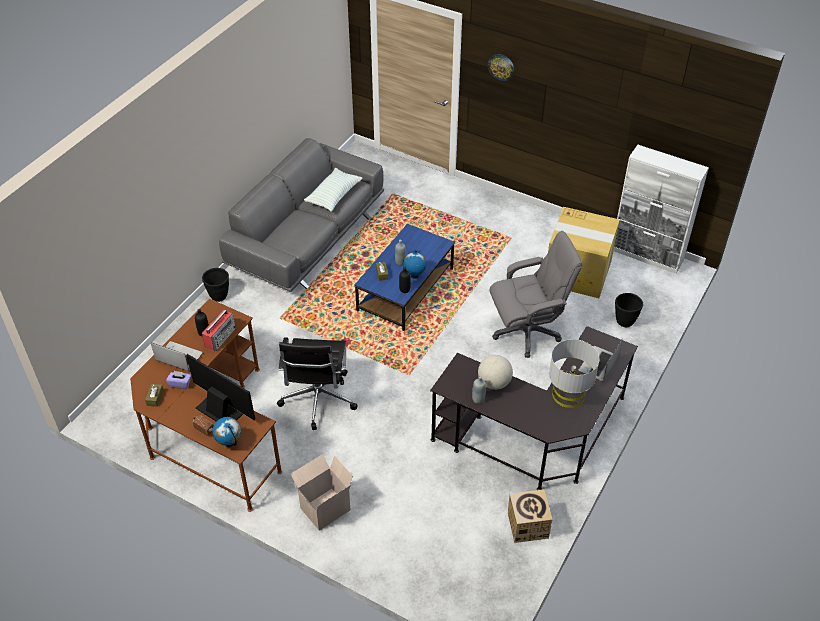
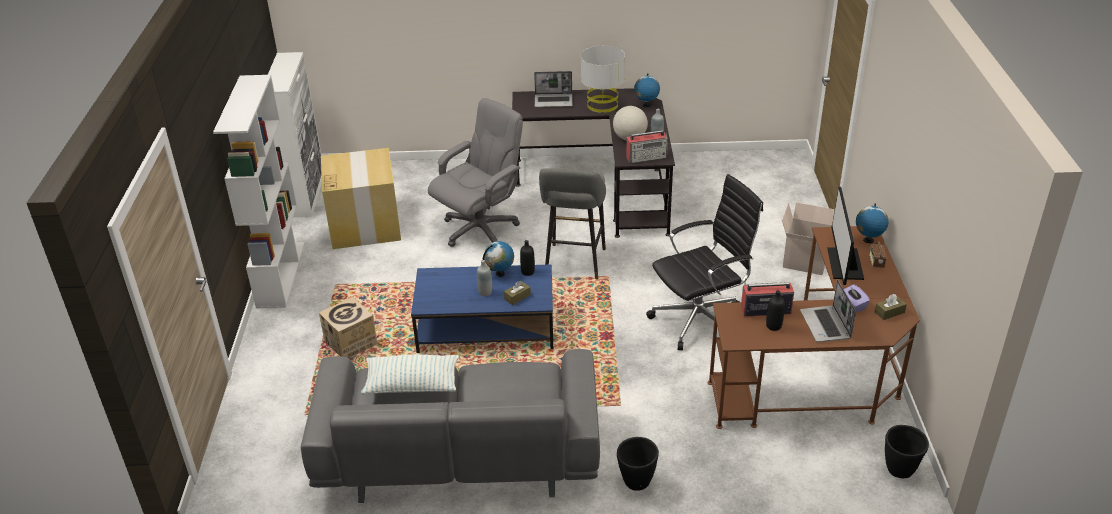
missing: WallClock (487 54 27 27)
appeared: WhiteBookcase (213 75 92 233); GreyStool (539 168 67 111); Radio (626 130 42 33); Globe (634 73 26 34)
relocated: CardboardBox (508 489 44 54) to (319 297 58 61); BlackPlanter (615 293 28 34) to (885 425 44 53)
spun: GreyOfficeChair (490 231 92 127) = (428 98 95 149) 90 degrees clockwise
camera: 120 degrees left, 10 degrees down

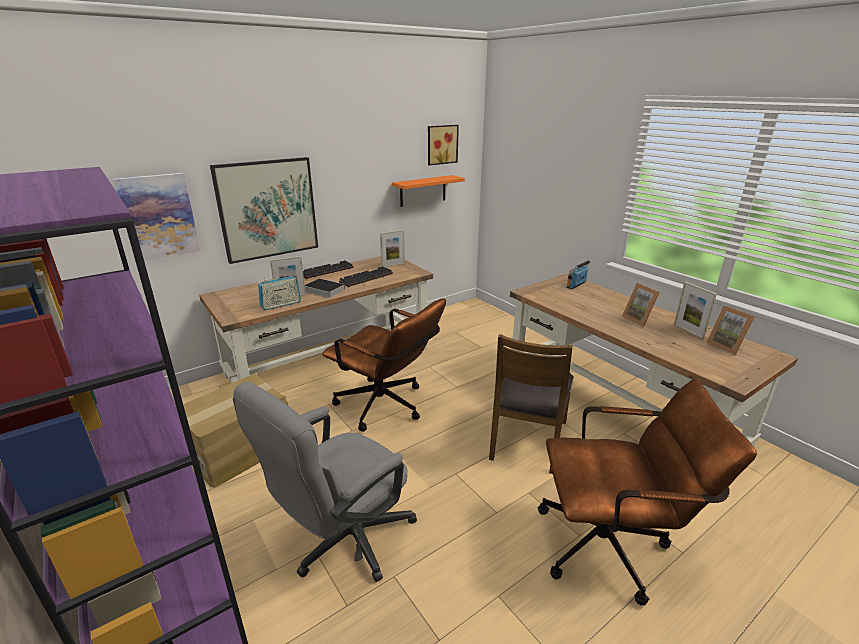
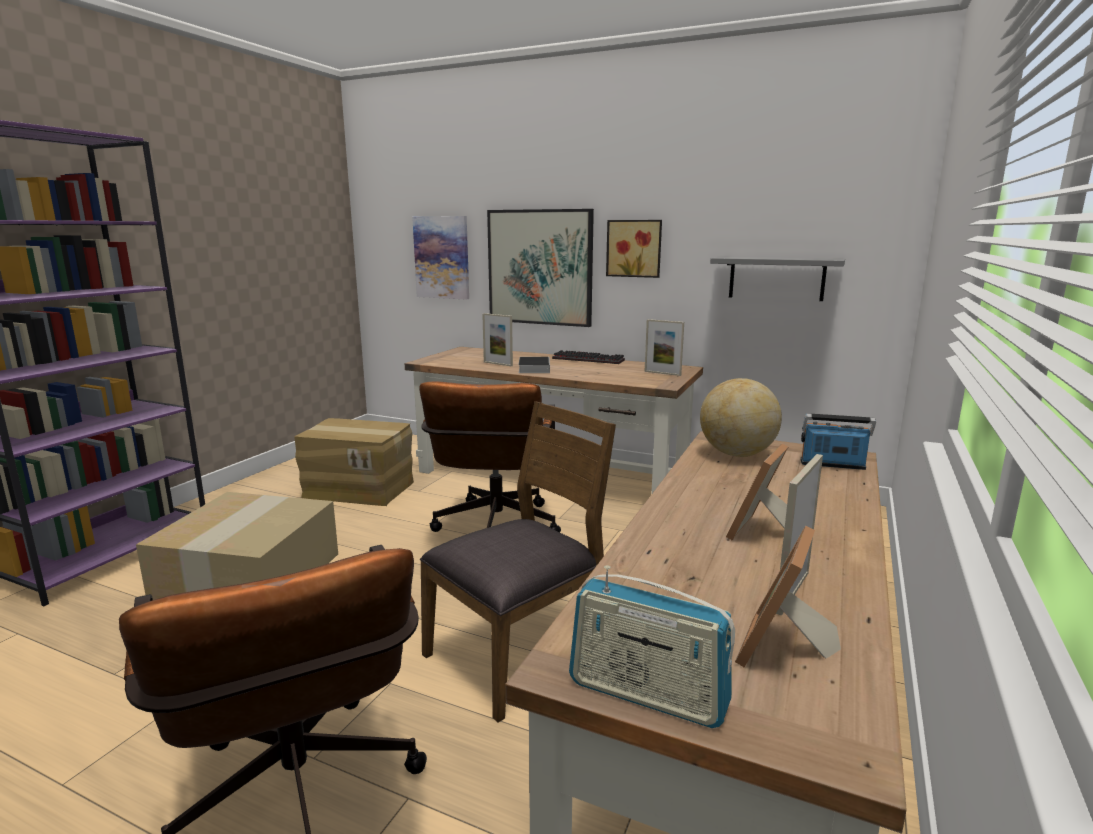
missing: Keyboard (339 266 54 21)
appeared: Globe (700 378 82 79)
relocated: Radio (258 276 43 34) to (569 565 166 163); Picture (428 125 31 41) to (606 220 56 58)
exchanged: GreyOfficeChair (233 382 184 200) to CardboardBox (136 492 202 108)
colour: OrangeShelf (392 175 73 32) to GreyShelf (710 257 135 44)
spun: BrownChair (489 334 85 140) = (420 401 196 321) 150 degrees clockwise
camera: 60 degrees right, 10 degrees down

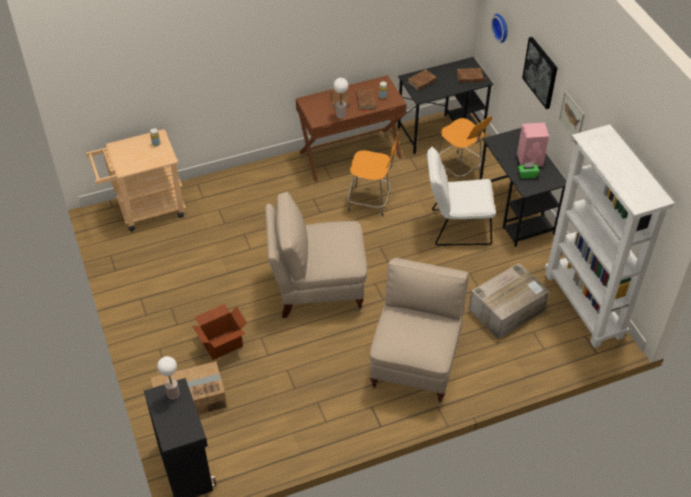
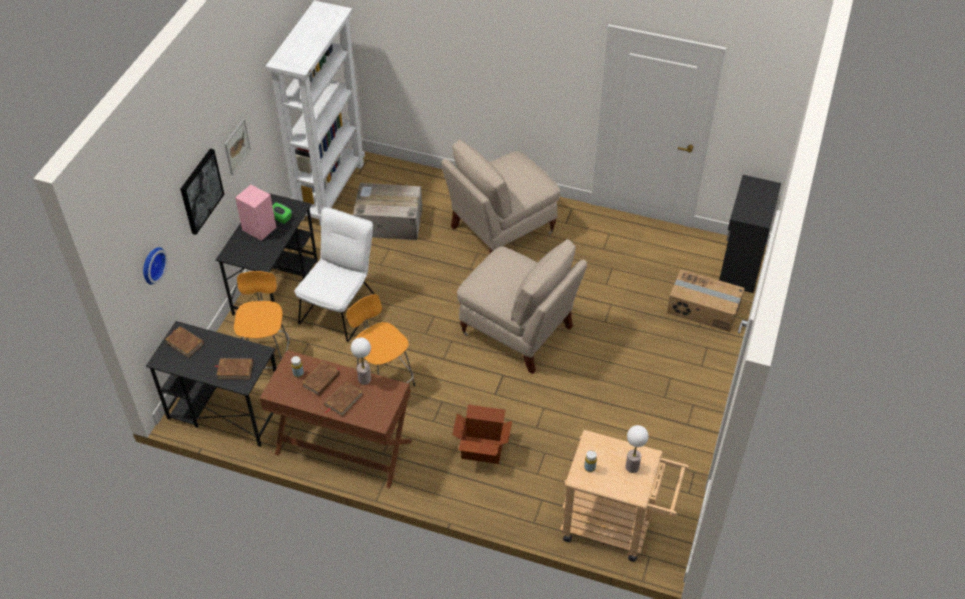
relocated: CardboardBox (192 304 55 56) to (452 405 60 59); TableLamp (157 356 23 44) to (625 425 24 48)
spun: WhiteChair (427 146 69 100) = (294 207 80 135) 105 degrees counterclockwise
camera: 140 degrees left, 0 degrees up

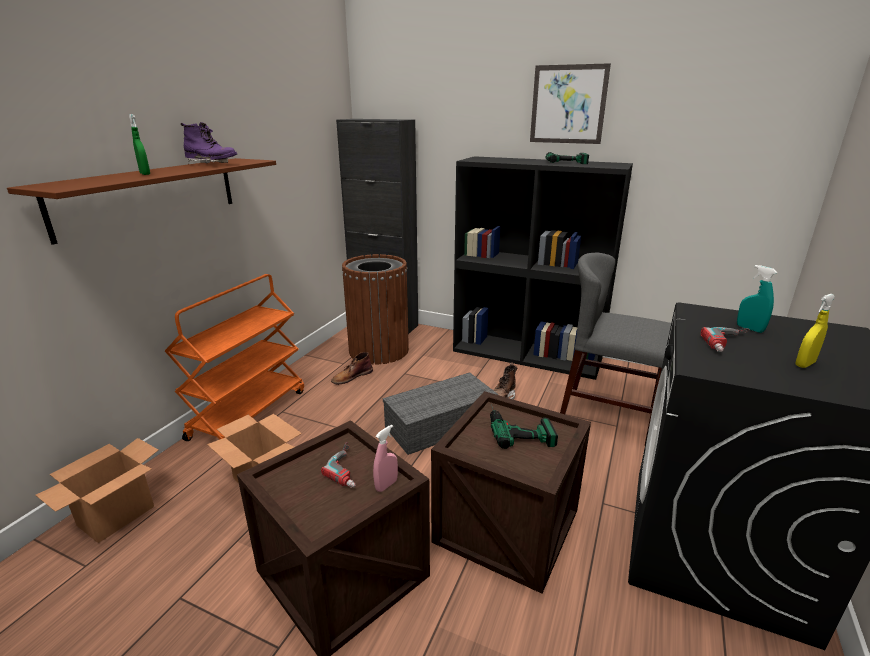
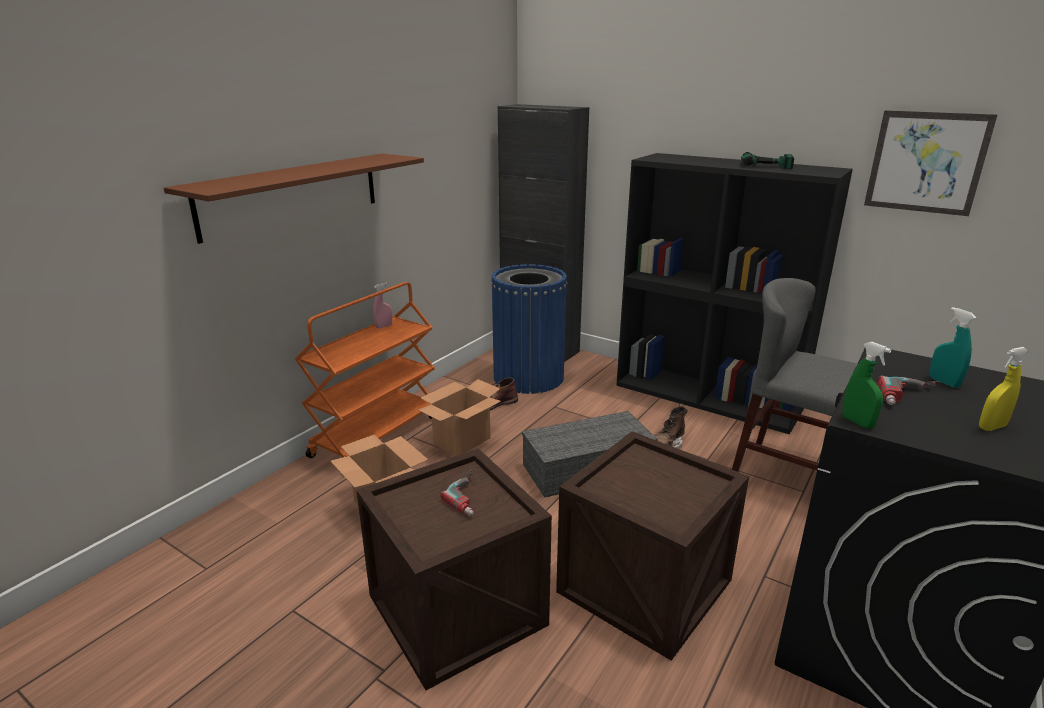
missing: PurpleBoot (180 122 57 42); PowerDrill (490 405 68 44)
relocated: PinkSprayBottle (373 425 25 67) to (373 282 19 47); CardboardBox (36 438 122 105) to (418 379 83 77); GreenSprayBottle (129 114 21 61) to (843 342 48 86); Picture (530 63 81 81) to (864 110 133 106)
colour: BrownTrashCan (342 254 67 111) to BlueTrashCan (491 264 76 130)
camera: 10 degrees right, 0 degrees up

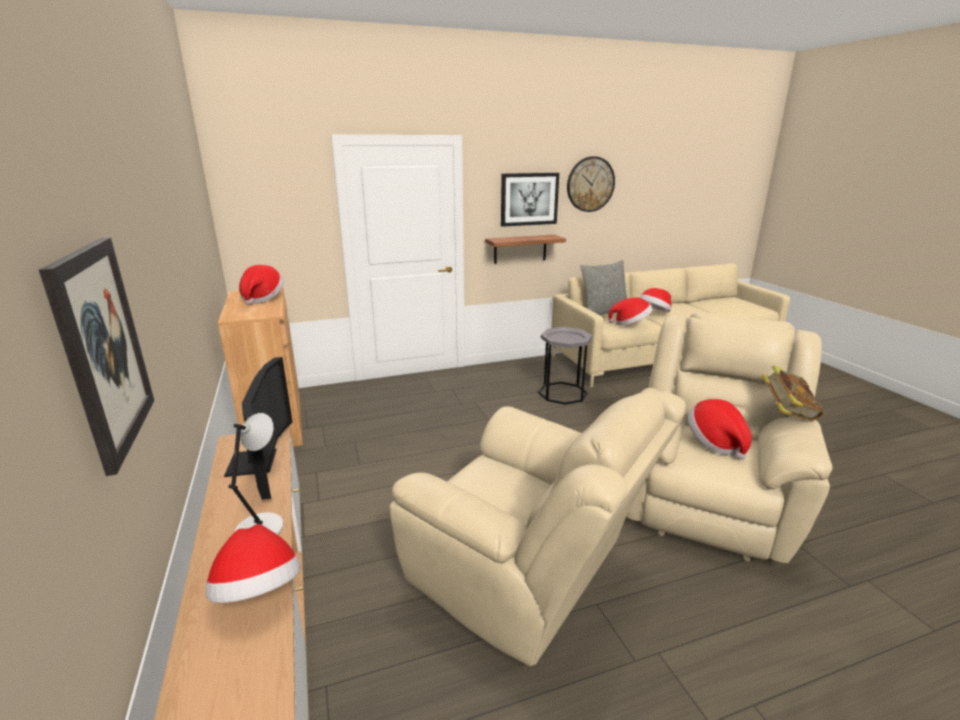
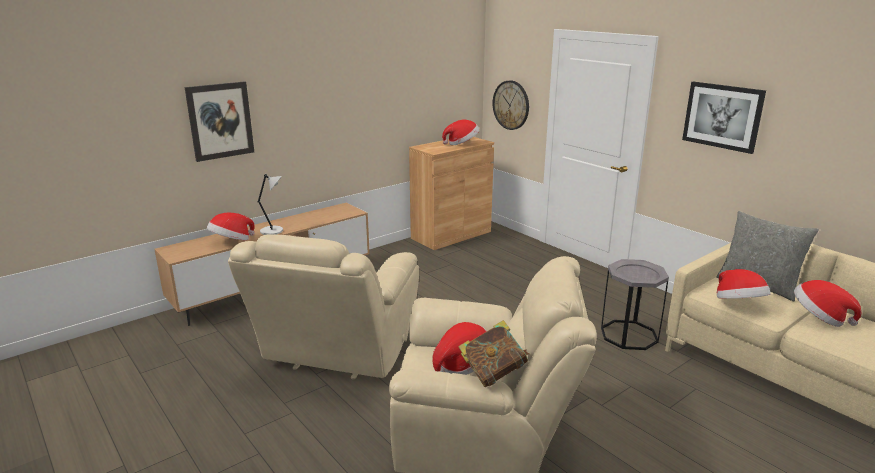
missing: Television (224 357 69 143); Shelf (485 235 81 29)
relocated: WallClock (567 156 48 56) to (493 80 36 50)
camera: 70 degrees right, 0 degrees up

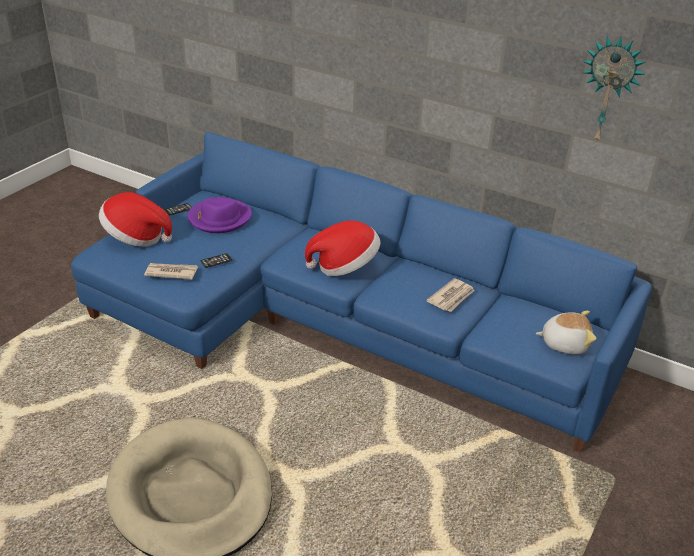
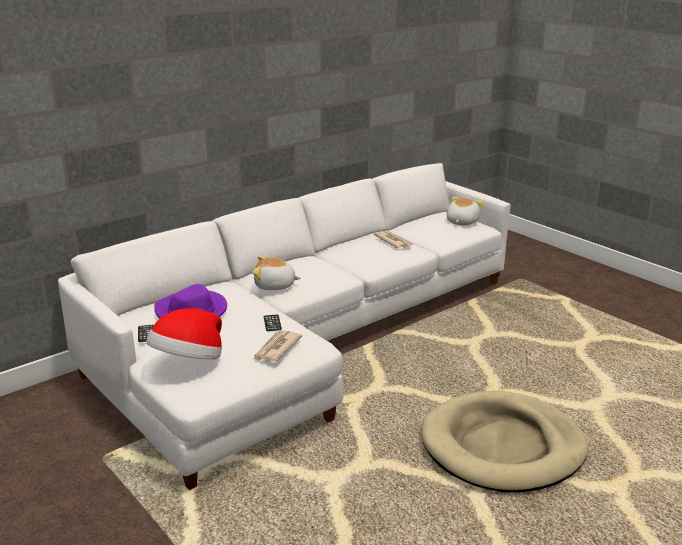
missing: Hat (305 220 75 56); WallClock (583 36 63 108)
appeared: PlushToy (252 256 49 34)
colour: BlueSofa (71 132 581 321) to WhiteSofa (58 163 453 327)
camera: 70 degrees left, 10 degrees down

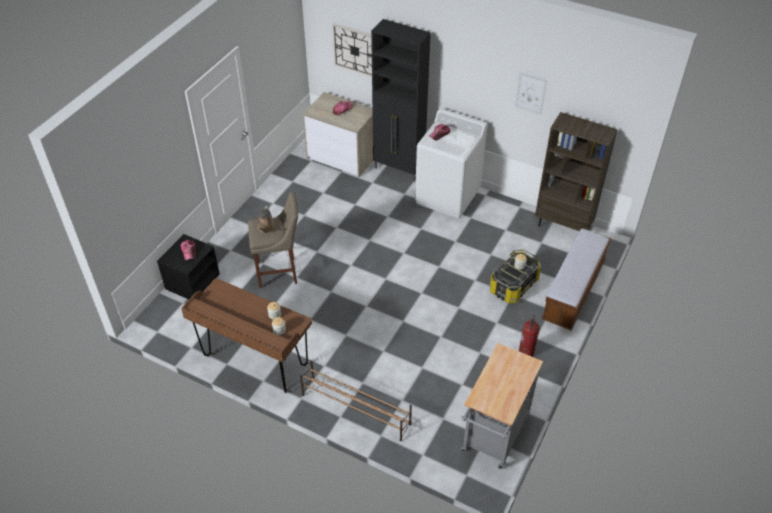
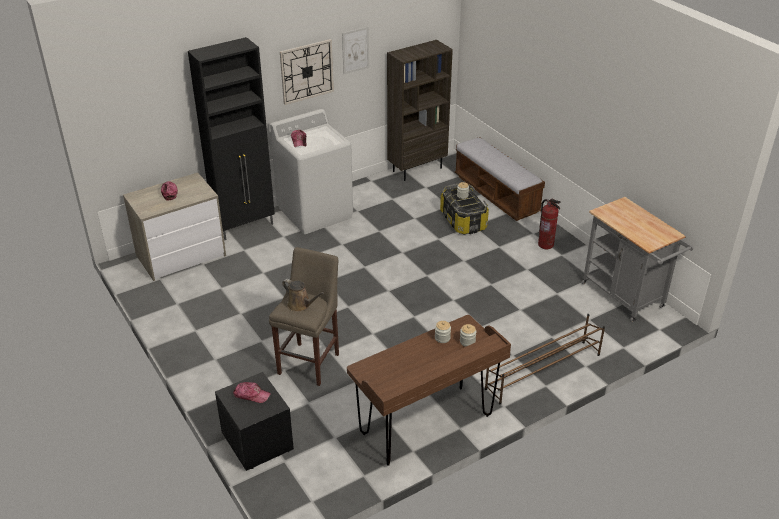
relocated: WallClock (332 23 40 54) to (280 39 54 66)
camera: 60 degrees left, 10 degrees down

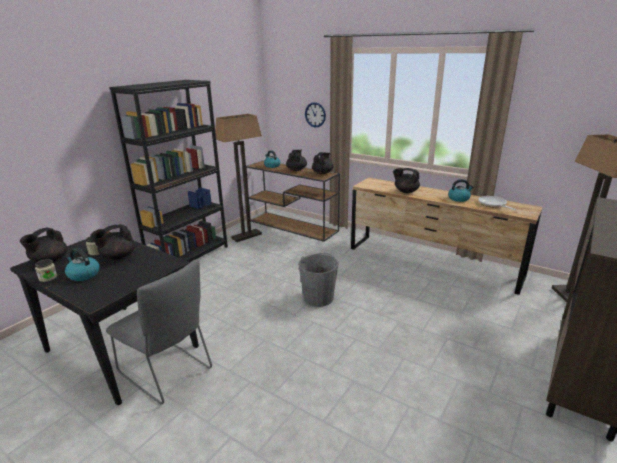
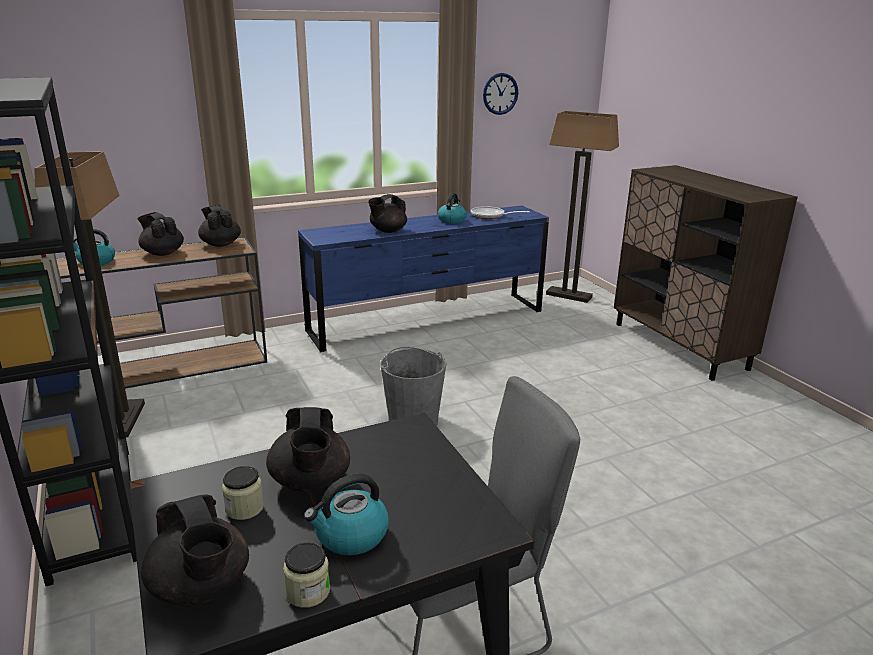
relocated: WallClock (305 102 21 25) to (483 73 35 42)
colour: BrownDresser (351 178 191 117) to BlueDresser (298 206 251 146)
camera: 60 degrees left, 0 degrees up

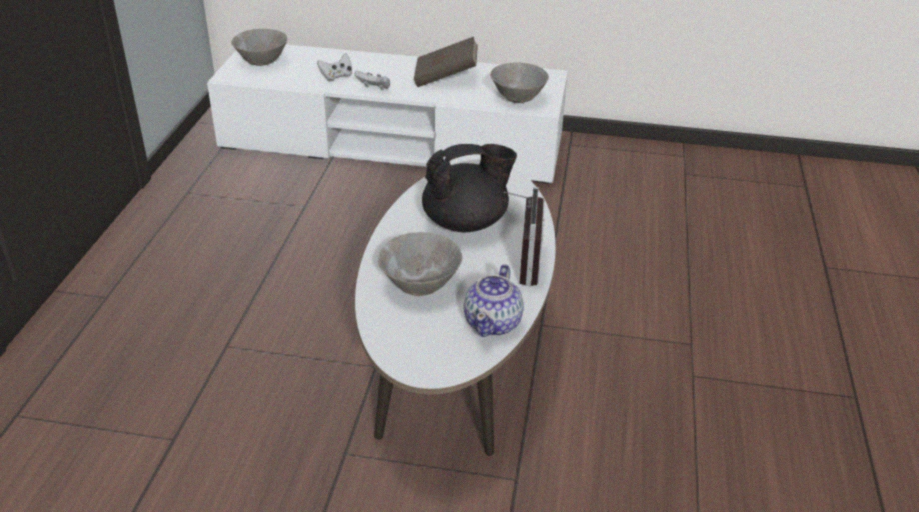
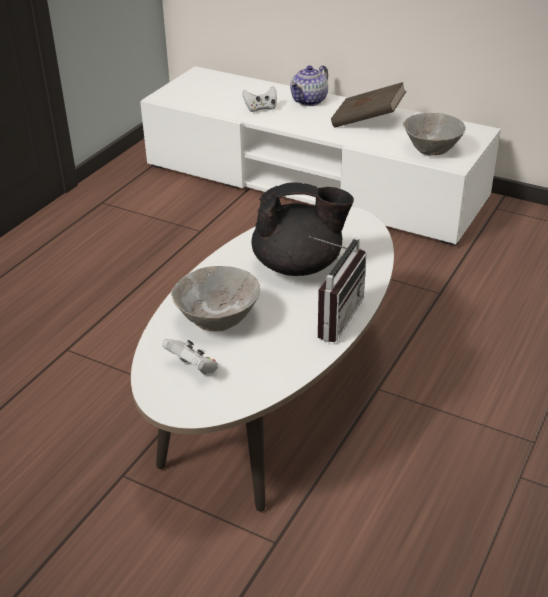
missing: GreyBowl (231 29 56 37)
relocated: WhiteGameController (355 71 35 19) to (162 339 56 35); Teapot (464 264 60 73) to (290 65 38 41)
camera: 20 degrees right, 0 degrees up

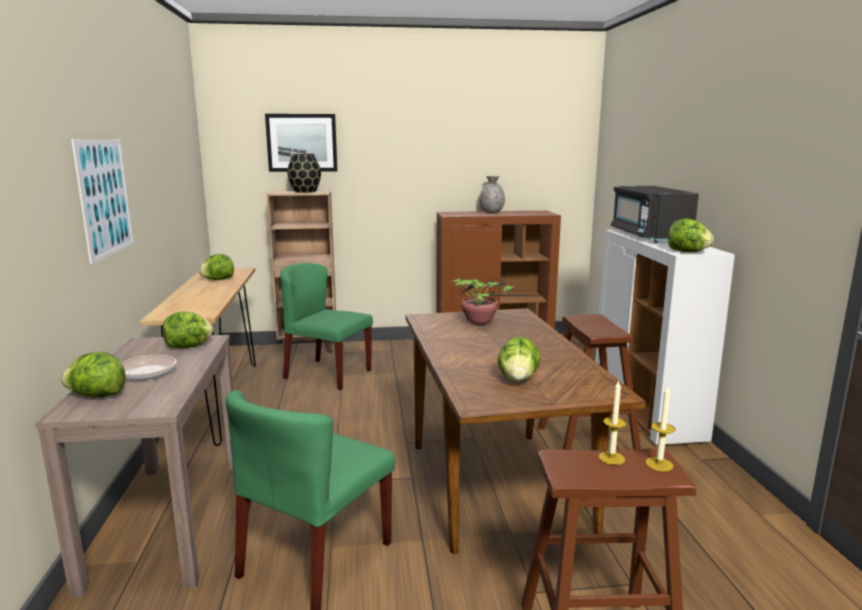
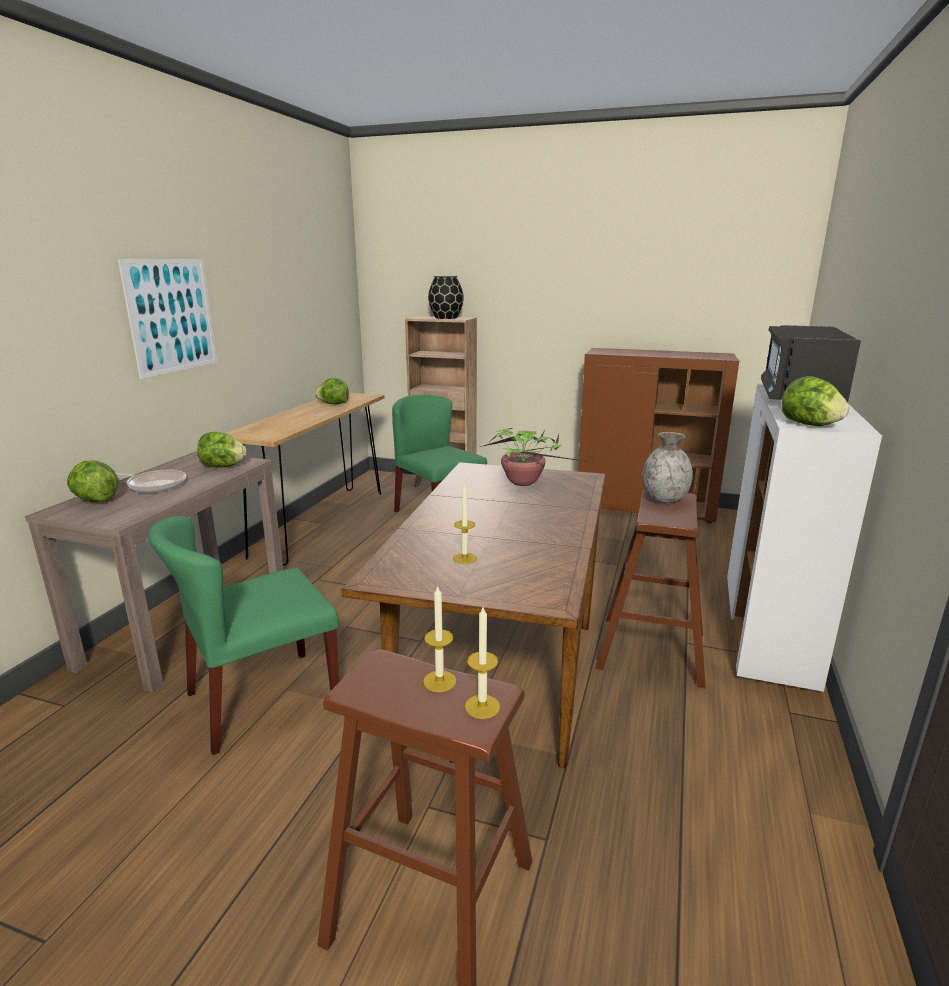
missing: Picture (265 114 72 58)
relocated: GreyVase (479 176 26 37) to (642 432 51 71)
exchanged: Lettuce (498 336 43 47) to Candle (453 484 24 80)
camera: 25 degrees right, 5 degrees up

